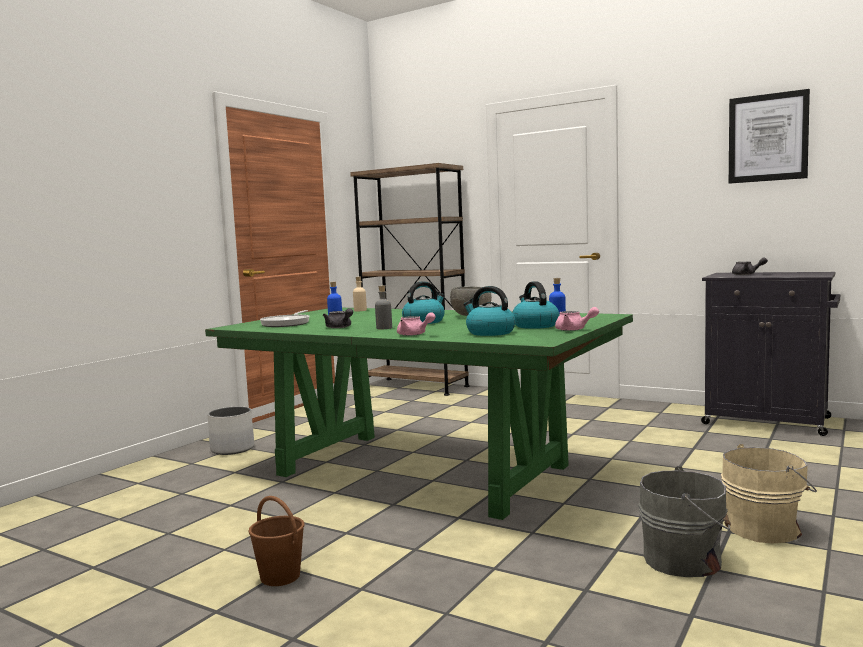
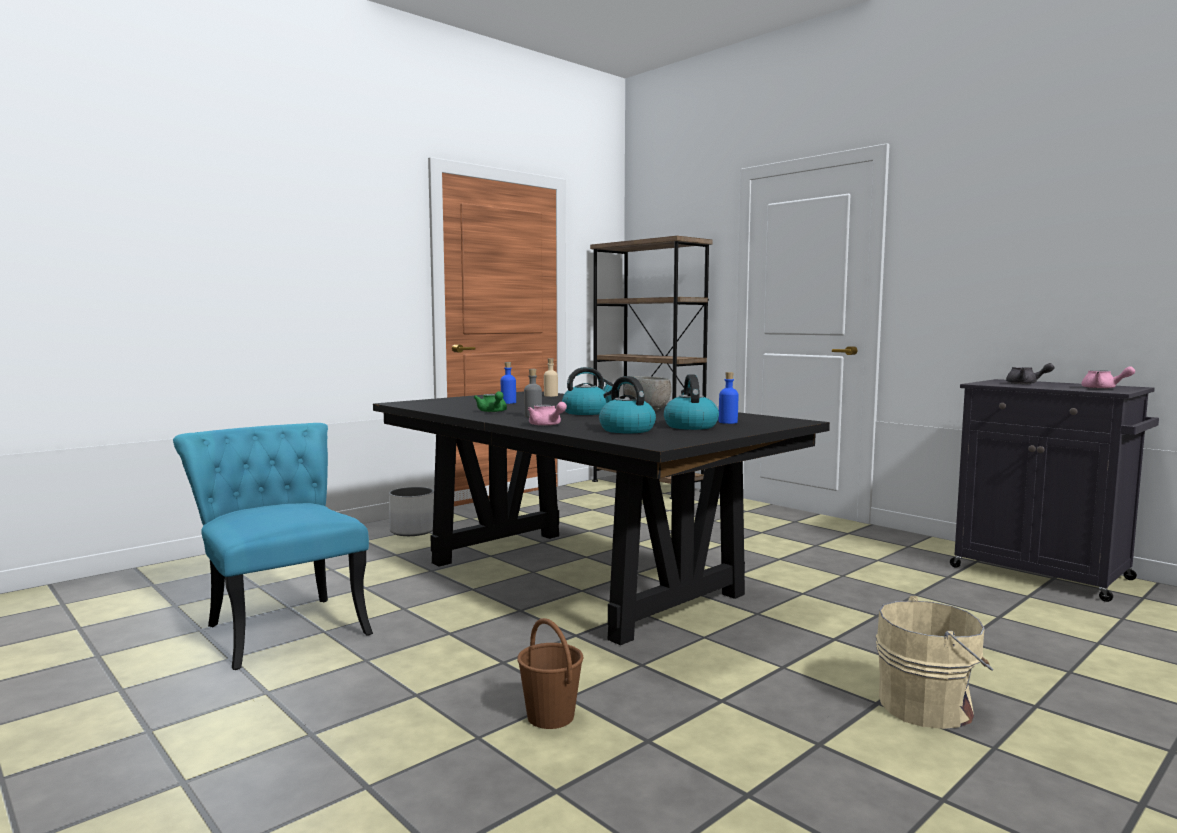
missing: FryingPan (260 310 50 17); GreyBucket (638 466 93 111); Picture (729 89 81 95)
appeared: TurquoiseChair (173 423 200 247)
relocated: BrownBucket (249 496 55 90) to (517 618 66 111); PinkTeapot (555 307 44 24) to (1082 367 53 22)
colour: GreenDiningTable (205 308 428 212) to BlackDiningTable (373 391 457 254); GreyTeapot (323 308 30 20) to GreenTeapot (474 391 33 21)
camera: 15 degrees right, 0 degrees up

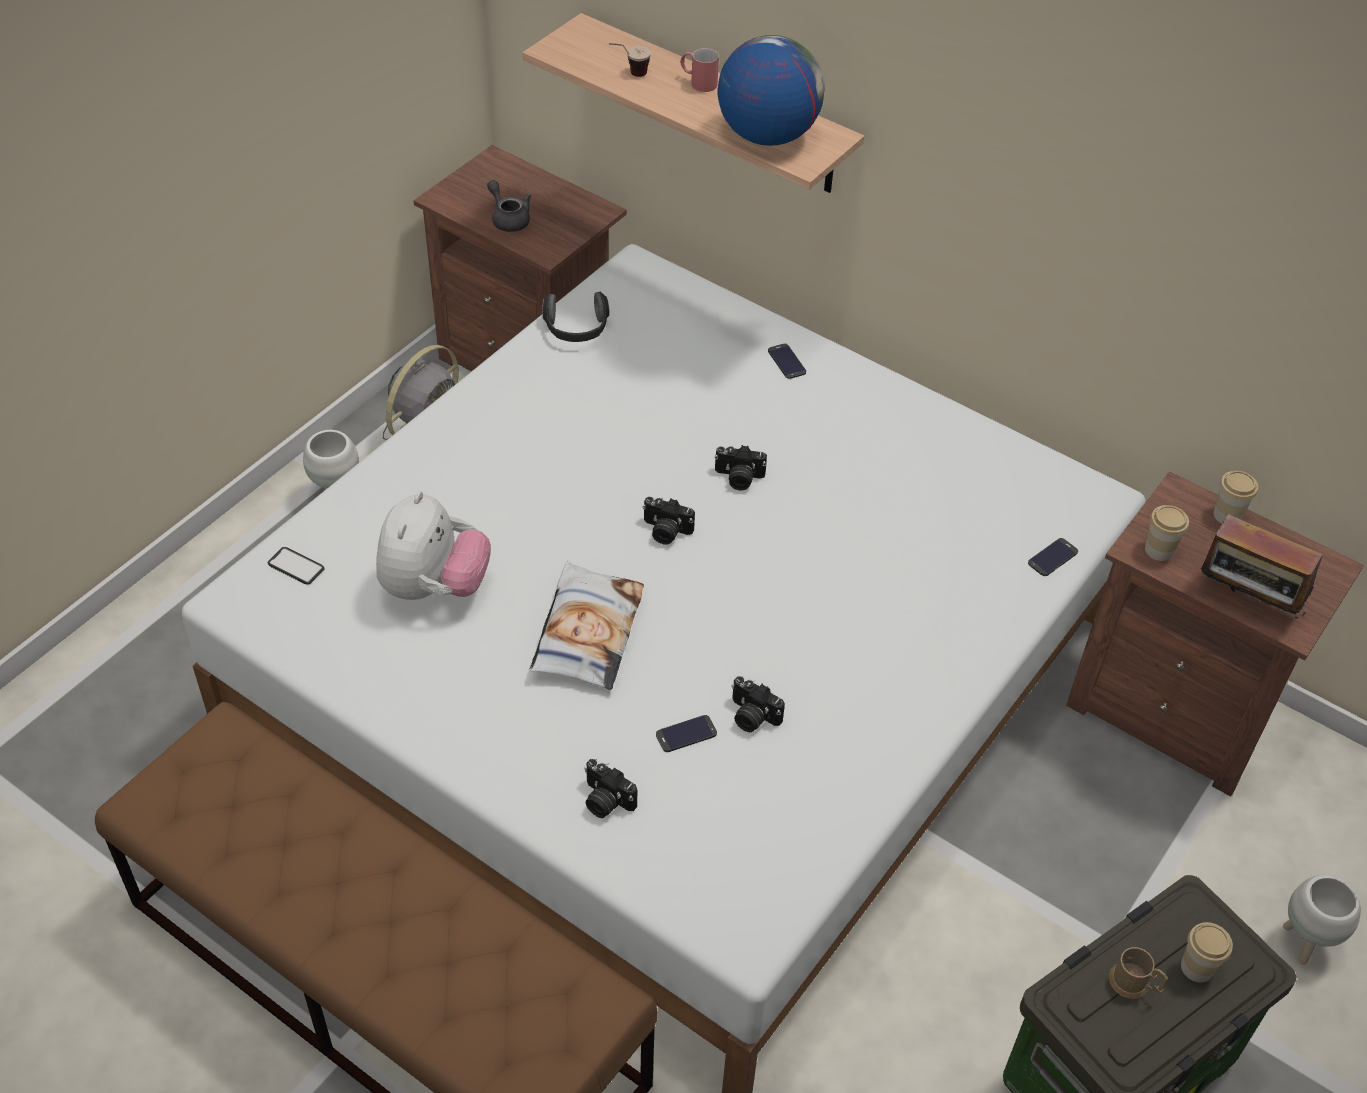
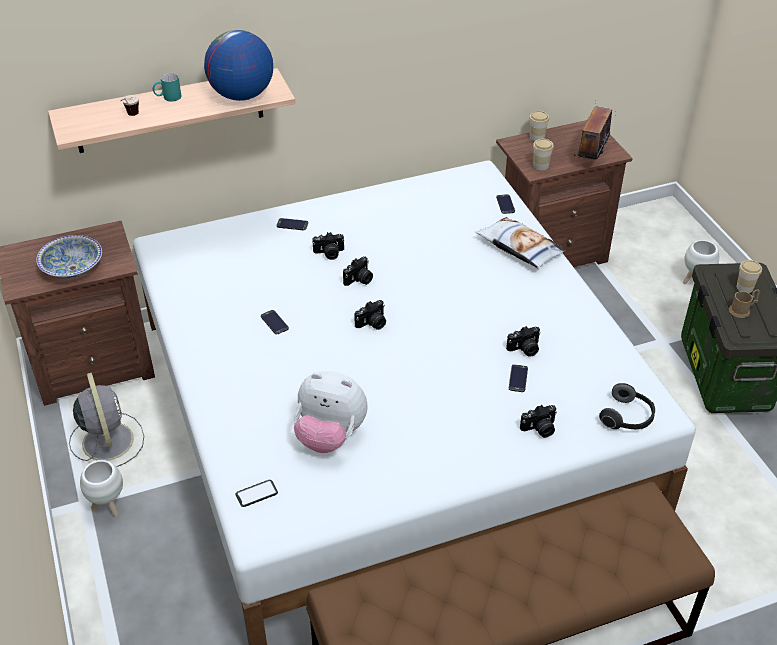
appeared: Phone (261 310 28 24); PhotoCamera (312 232 32 28)
relocated: Pillow (530 561 114 129) to (475 217 91 52); Headphones (542 291 68 51) to (599 383 56 47)
exchanged: GreyTeapot (487 180 45 52) to Bowl (36 235 66 44)
colour: RedMug (680 48 39 44) to TurquoiseMug (153 73 28 28)
spun: PlushToy (376 491 115 109) = (294 371 74 82) 150 degrees clockwise; Radio (1201 514 122 105) = (575 100 37 59) 135 degrees clockwise
camera: 55 degrees left, 5 degrees down

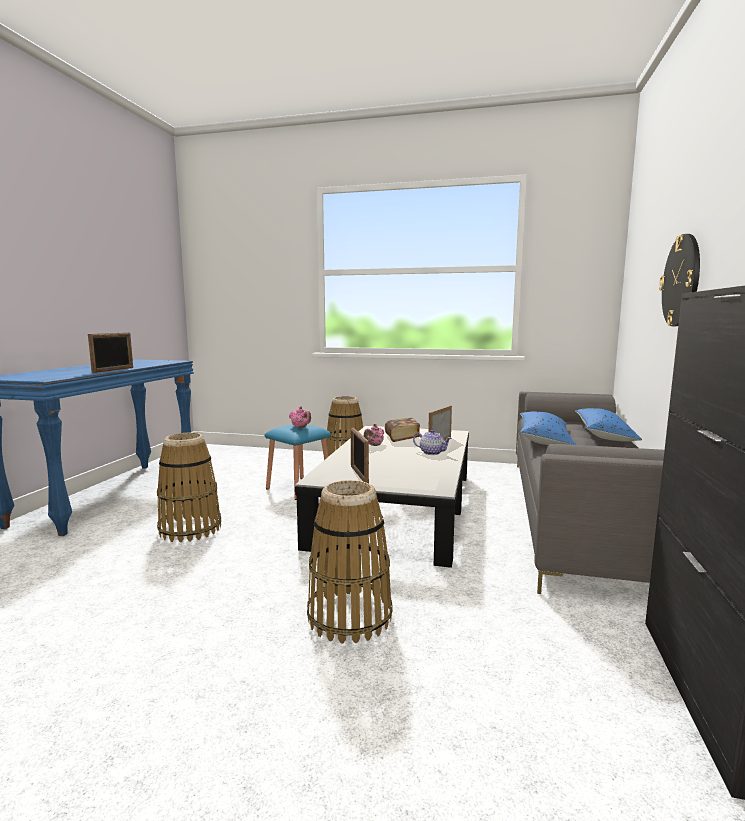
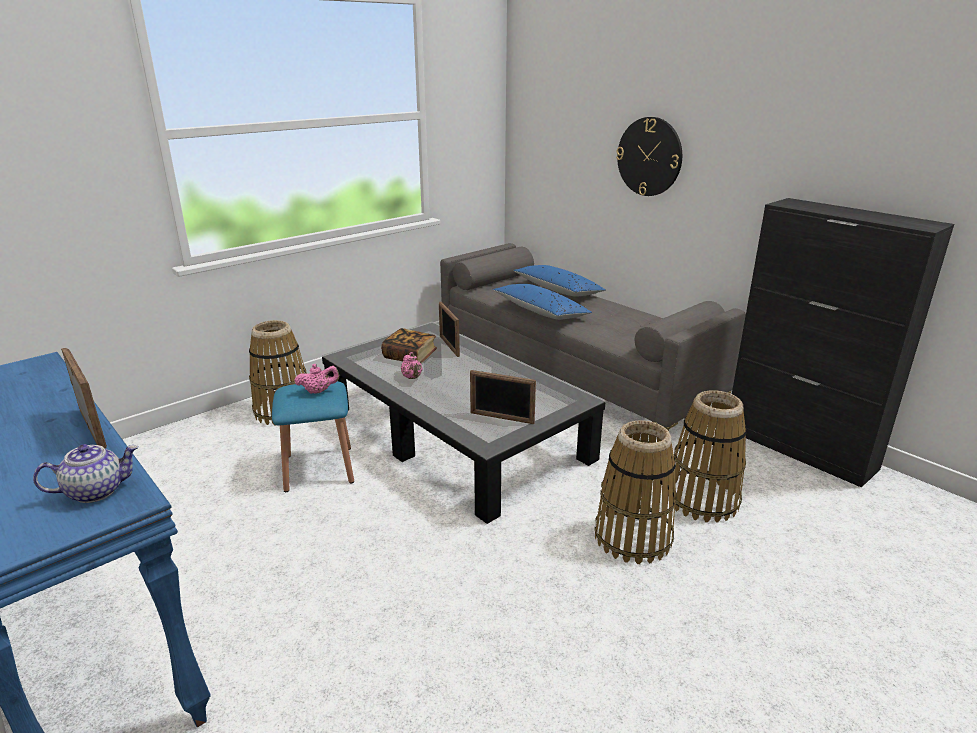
relocated: Teapot (413 430 39 25) to (33 444 105 59); Basket (157 433 64 109) to (673 390 74 133)
camera: 55 degrees left, 15 degrees up

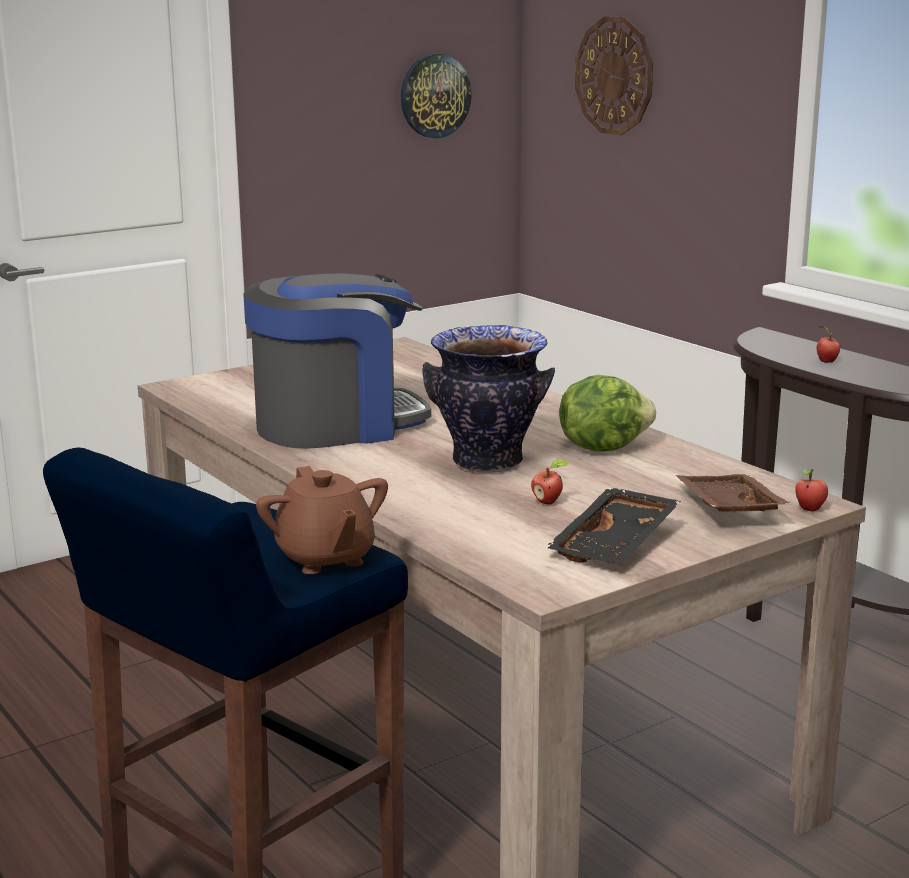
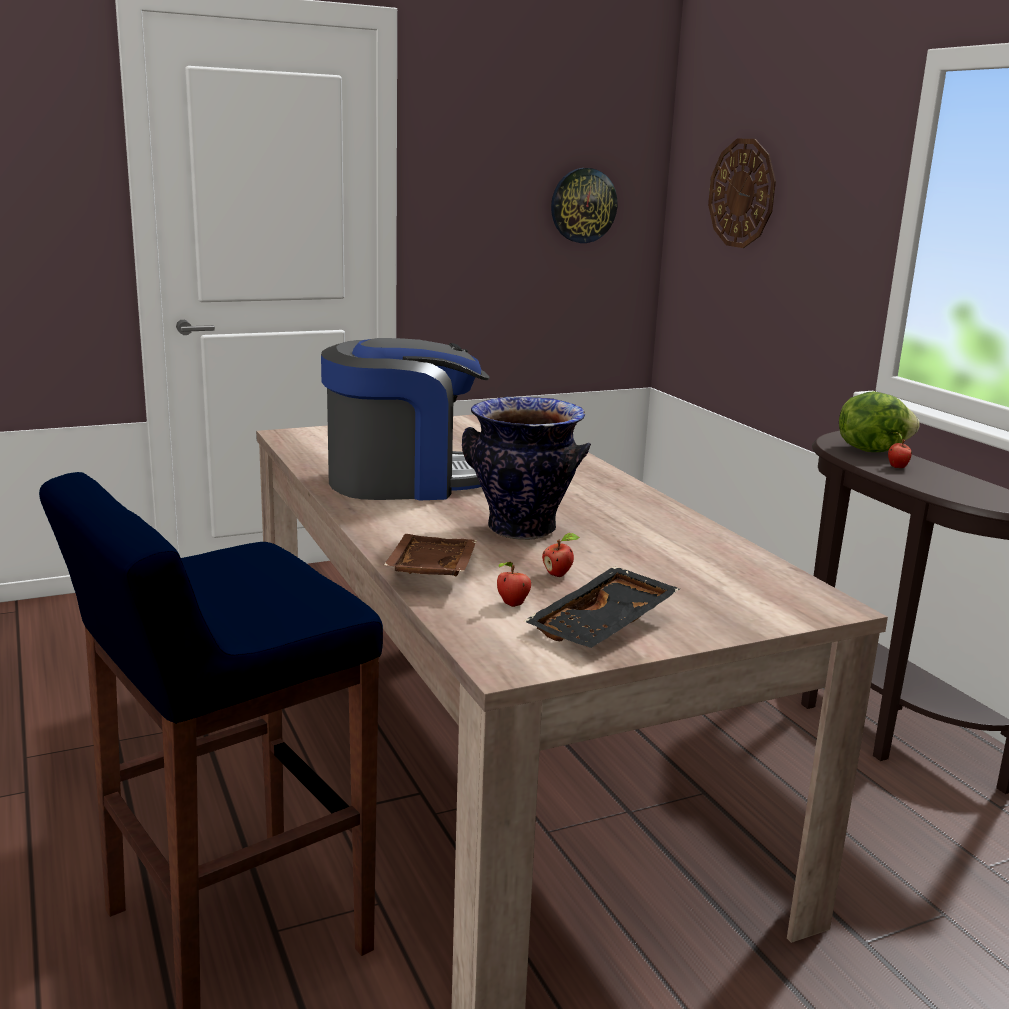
missing: BrownTeapot (256 466 132 108)
relocated: BrownTray (676 474 115 39) to (383 534 94 43); Apple (795 469 33 43) to (497 562 34 45); Lettuce (559 375 97 77) to (839 391 81 61)
camera: 10 degrees right, 0 degrees up

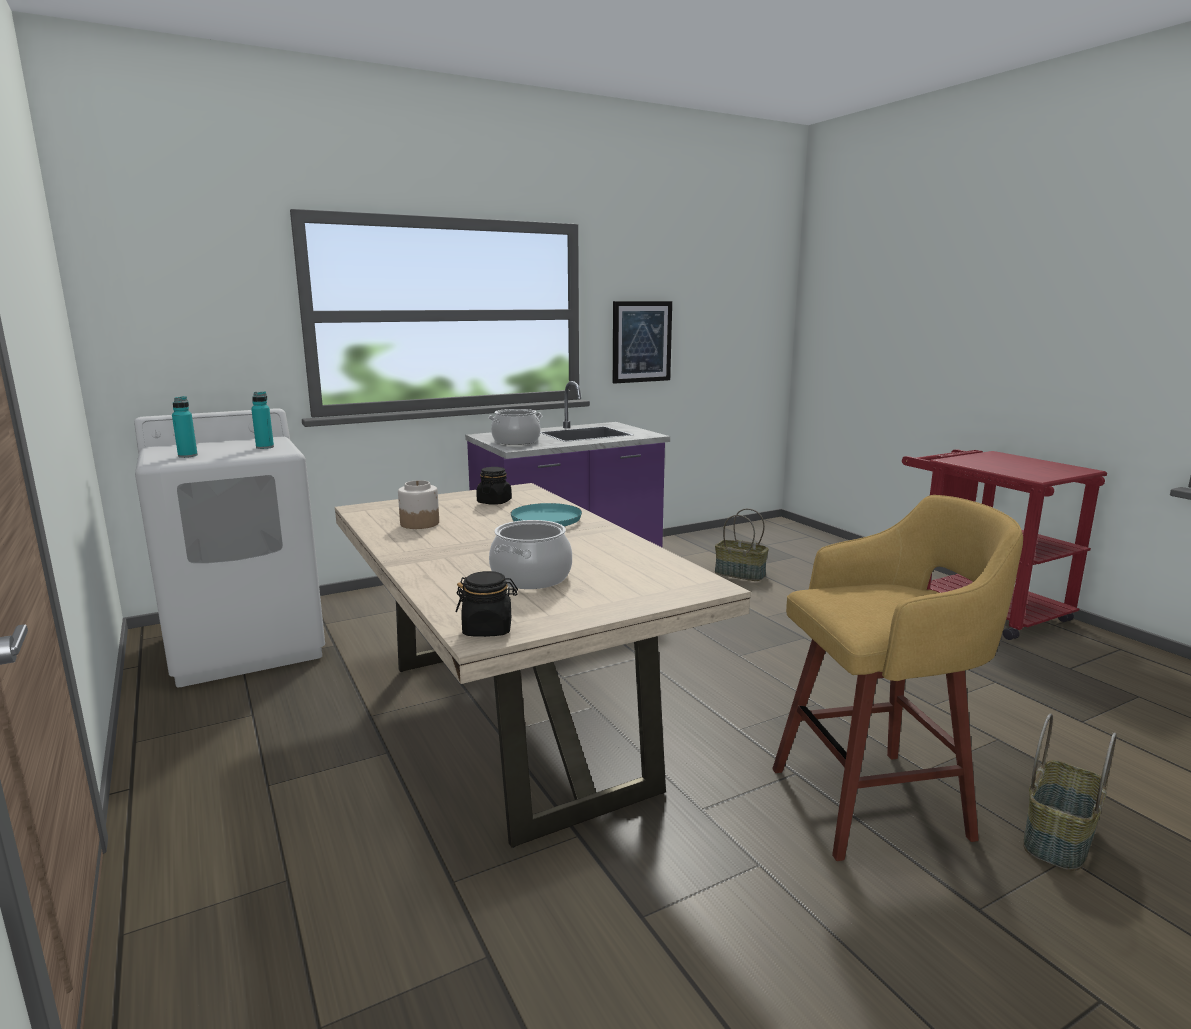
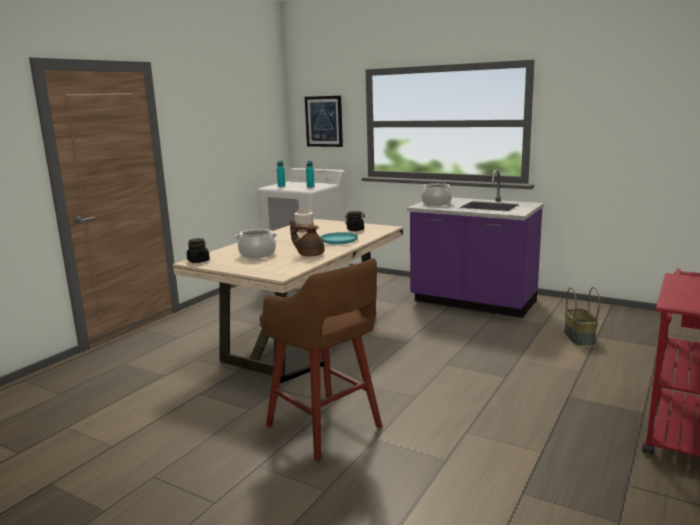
missing: Basket (1023 713 94 158)
appeared: BrownTeapot (290 220 35 37)
relocated: Picture (613 301 59 83) to (305 96 38 51)
colour: YellowStool (772 495 251 366) to BrownStool (260 258 122 203)
camera: 60 degrees right, 0 degrees up

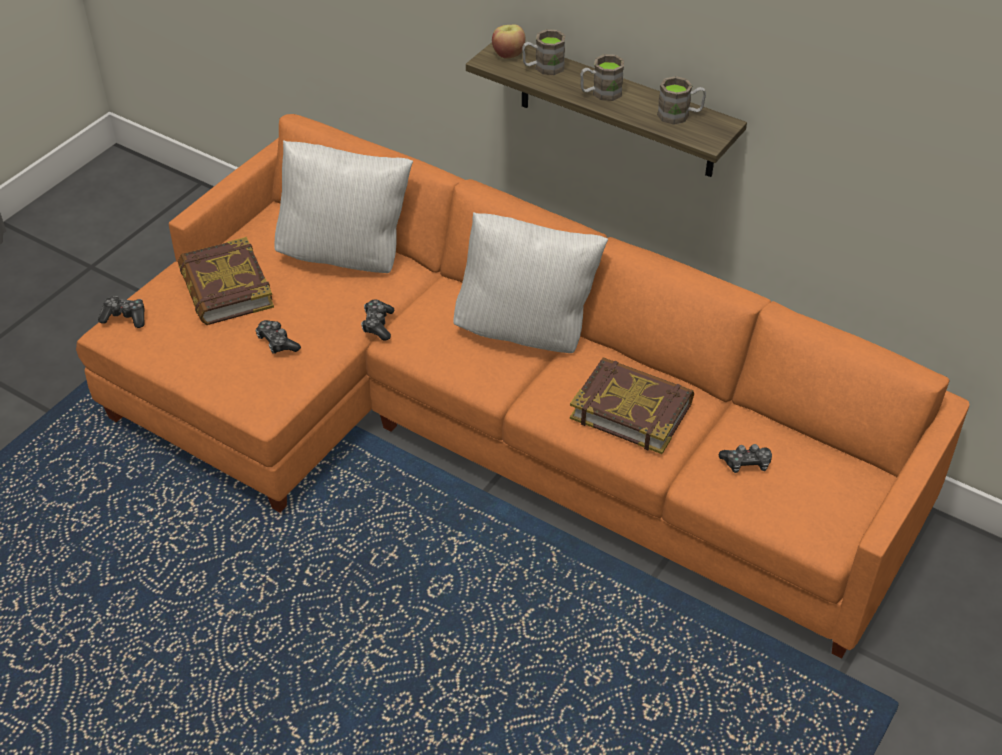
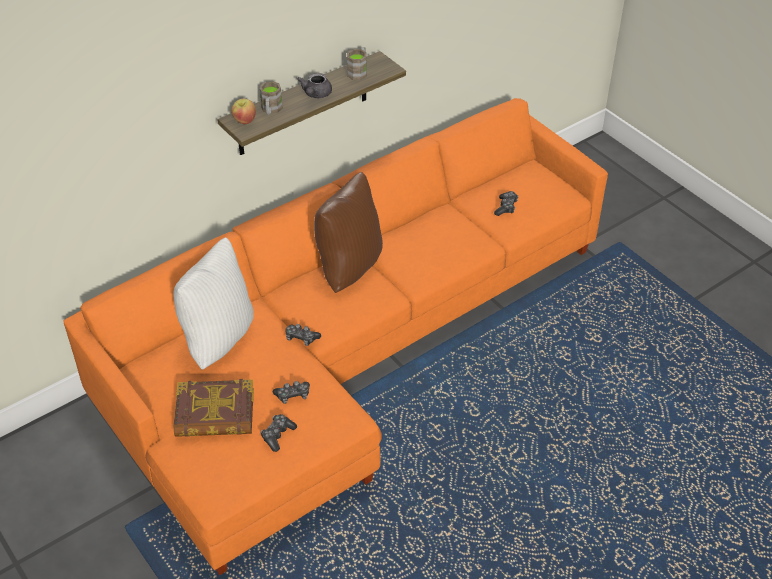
missing: Book (570 357 124 97)
relocated: GameController (98 296 47 32) to (260 414 37 38)
exchanged: BrownMug (580 54 44 47) to GreyTeapot (297 73 35 25)
colour: WhitePillow (453 212 155 141) to BrownPillow (314 172 69 121)
camera: 70 degrees left, 0 degrees up

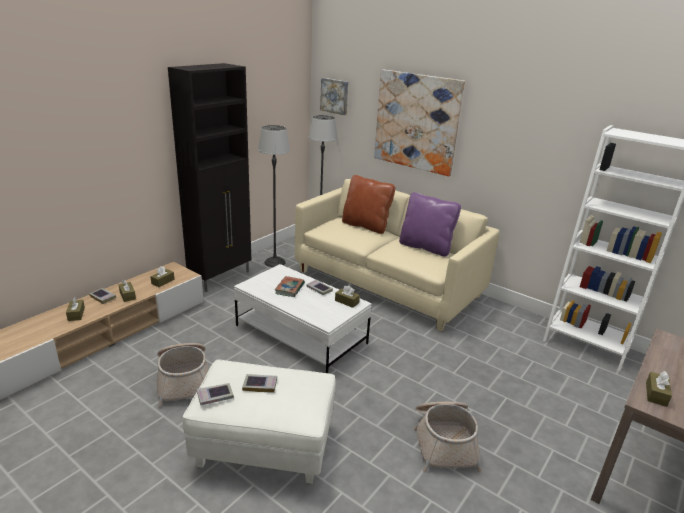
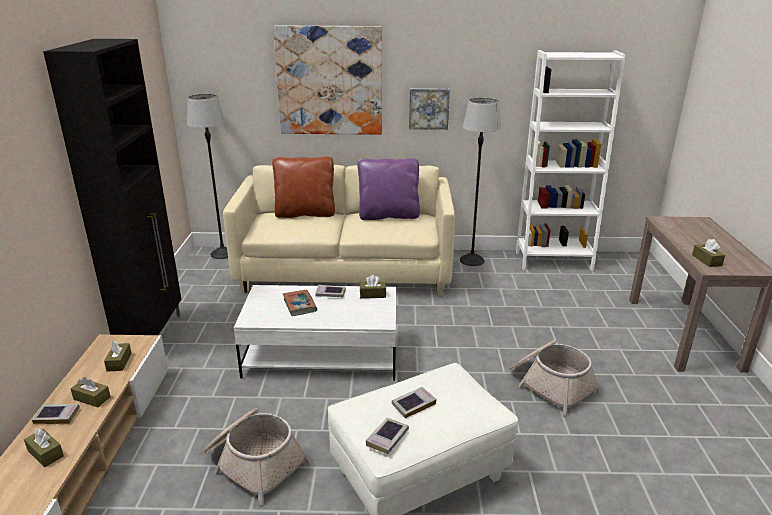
relocated: Picture (320 78 28 37) to (409 89 41 41); FloorLamp (258 125 32 142) to (460 98 41 168)
camera: 35 degrees left, 0 degrees up

